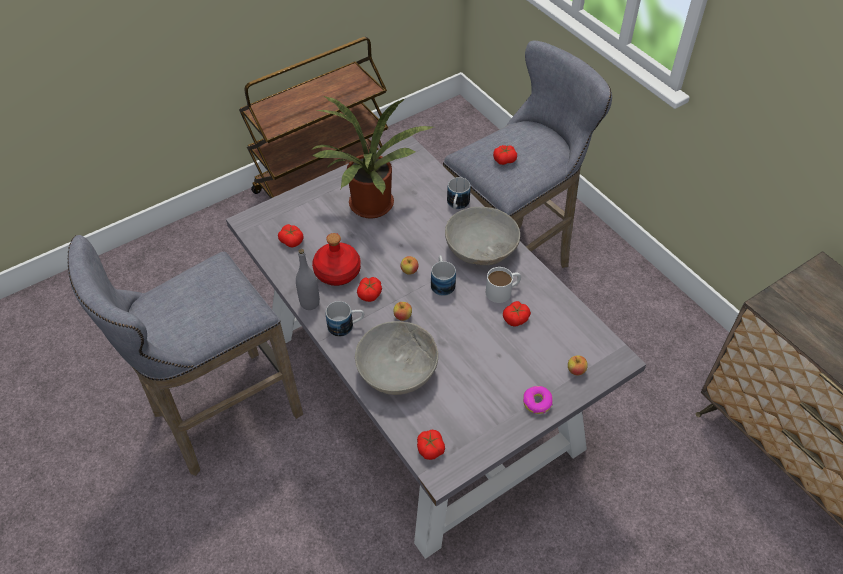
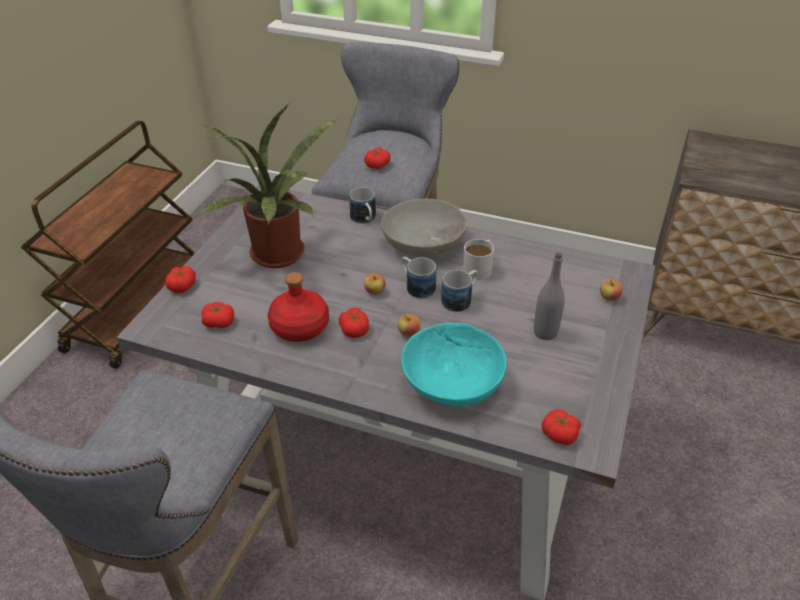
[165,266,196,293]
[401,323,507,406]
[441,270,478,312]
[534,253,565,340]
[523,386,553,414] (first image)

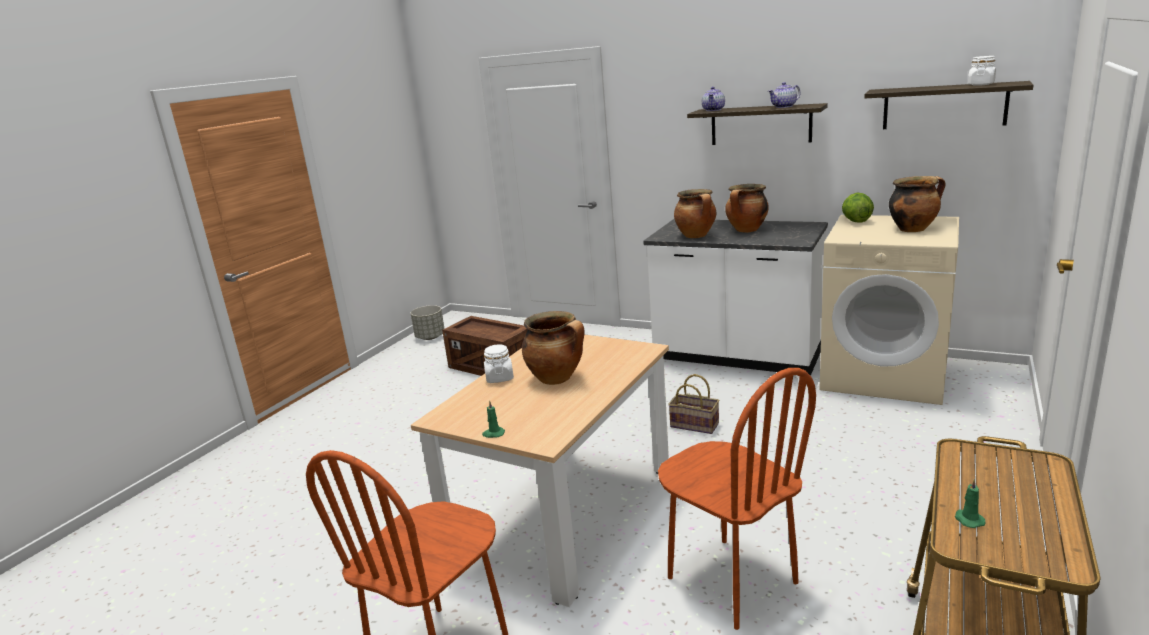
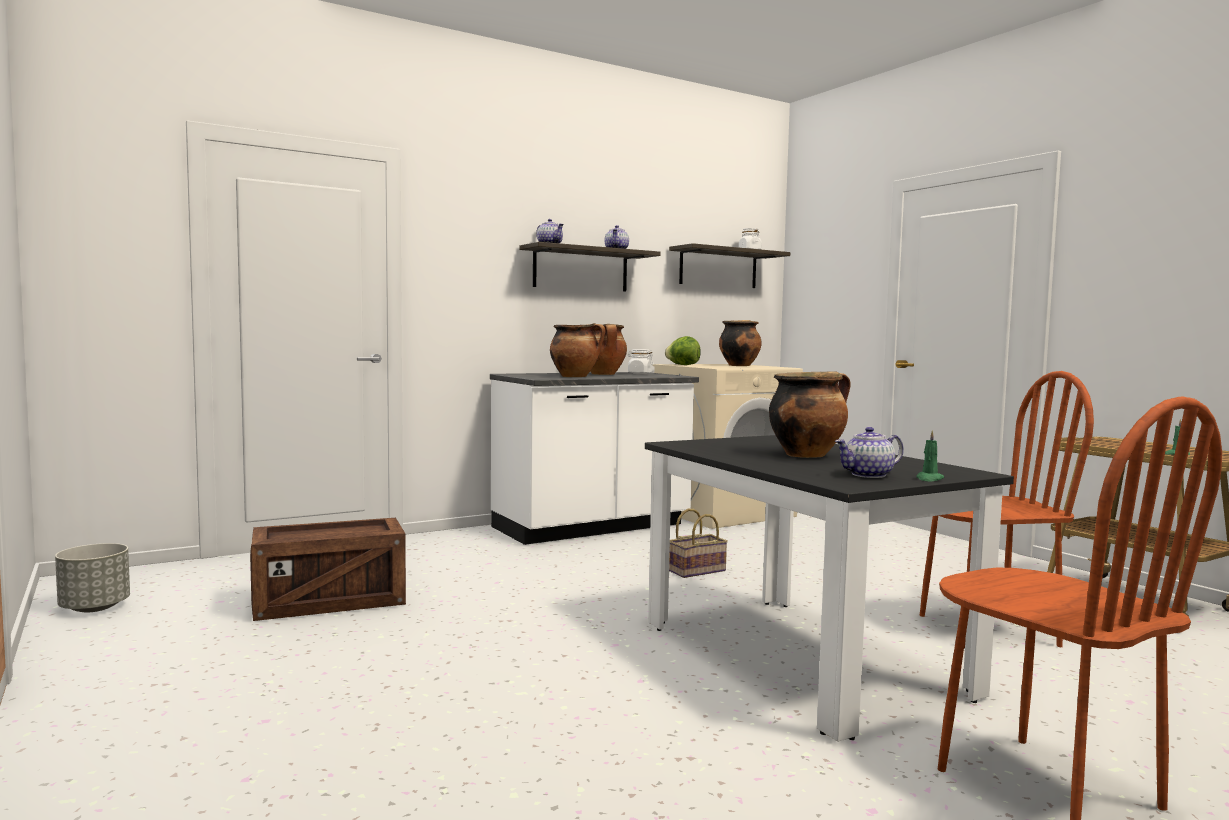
[627,349,654,374]
[645,435,1014,742]
[835,427,904,478]

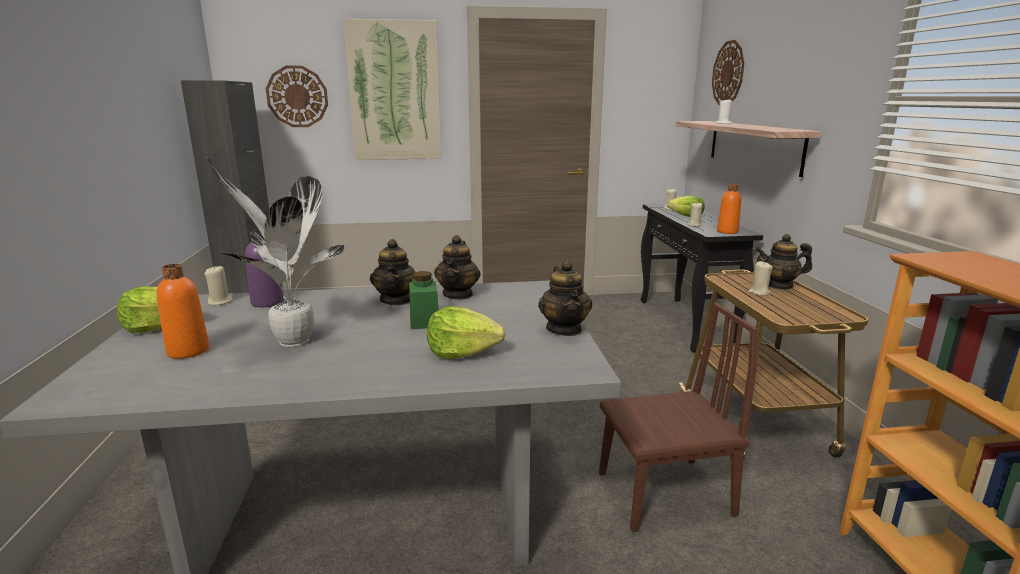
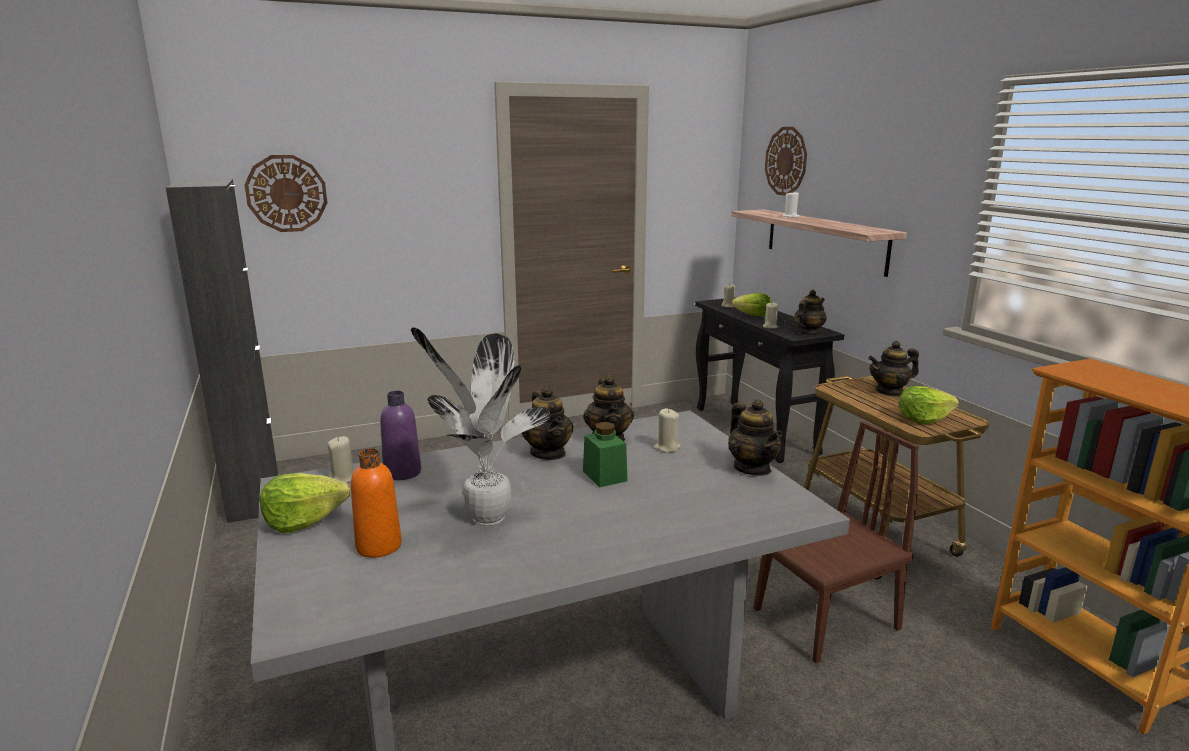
[654,409,680,453]
[795,290,827,335]
[899,386,959,424]
[343,19,442,160] (first image)

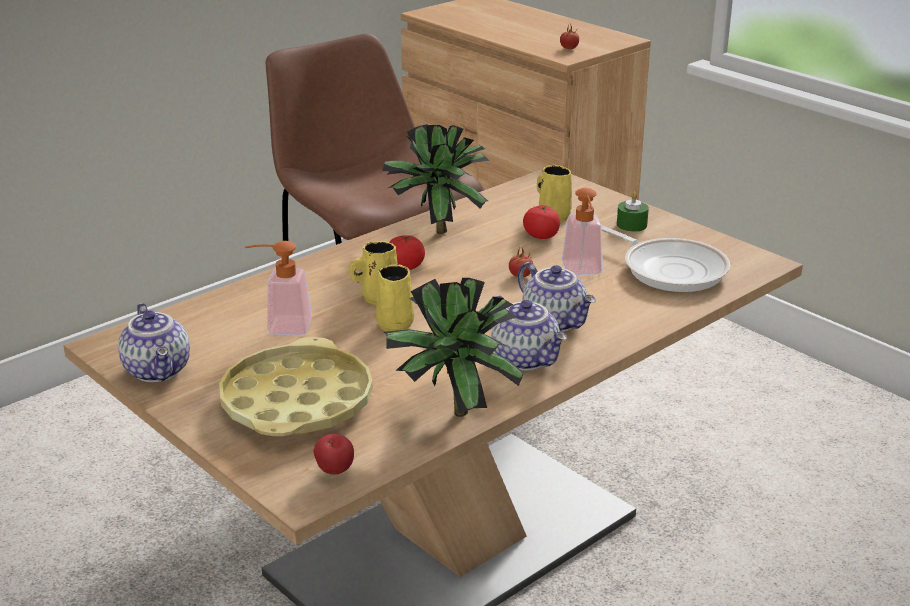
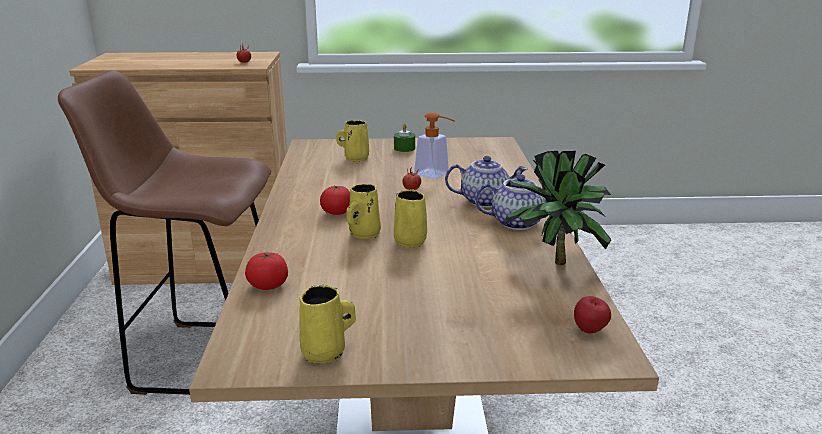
[245,252,288,290]
[299,285,356,363]
[219,337,373,436] (first image)
[245,241,312,335] (first image)
[382,124,490,234] (first image)
[601,225,730,292] (first image)

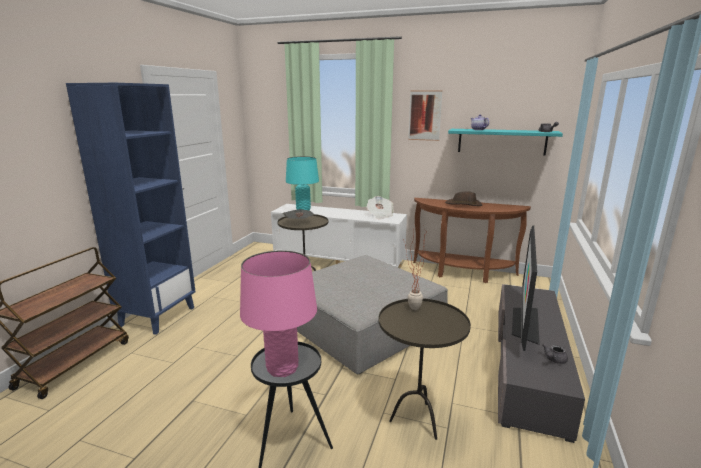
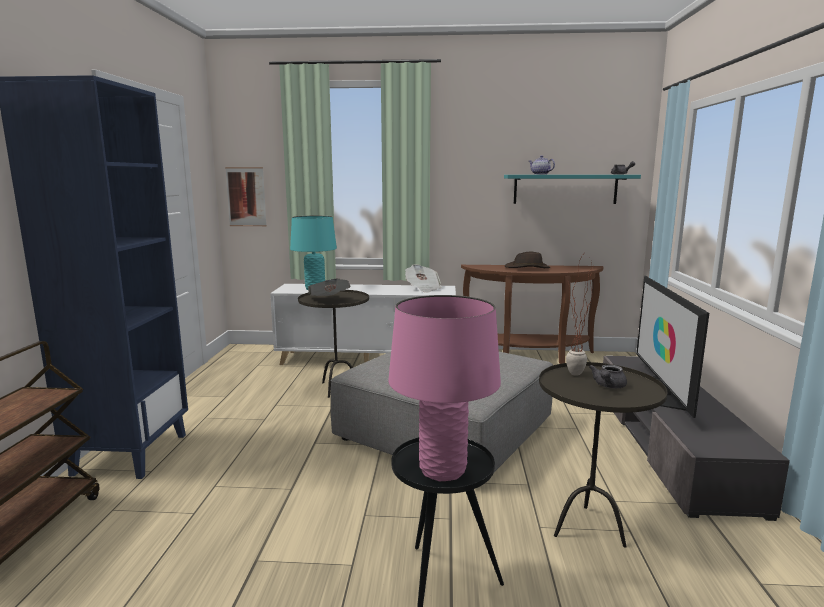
[225,167,267,226]
[589,365,627,388]

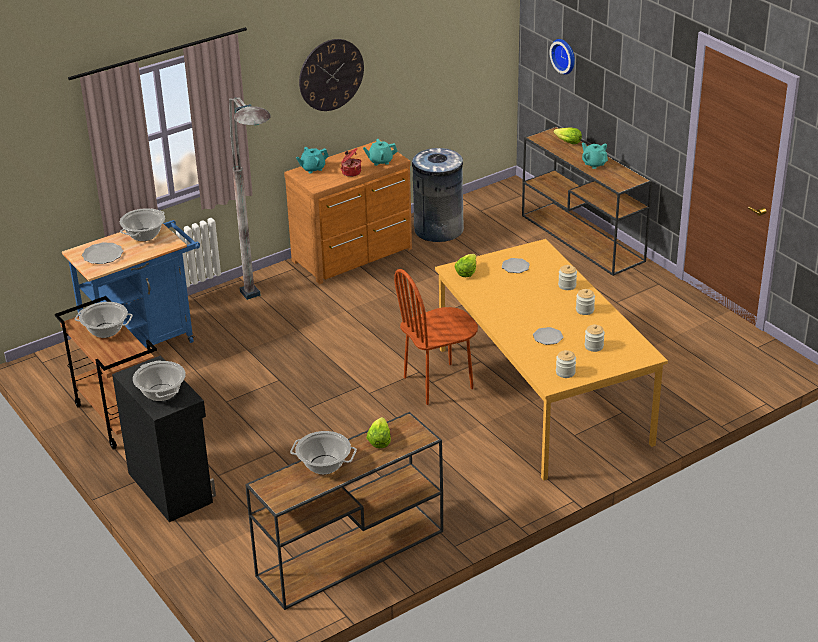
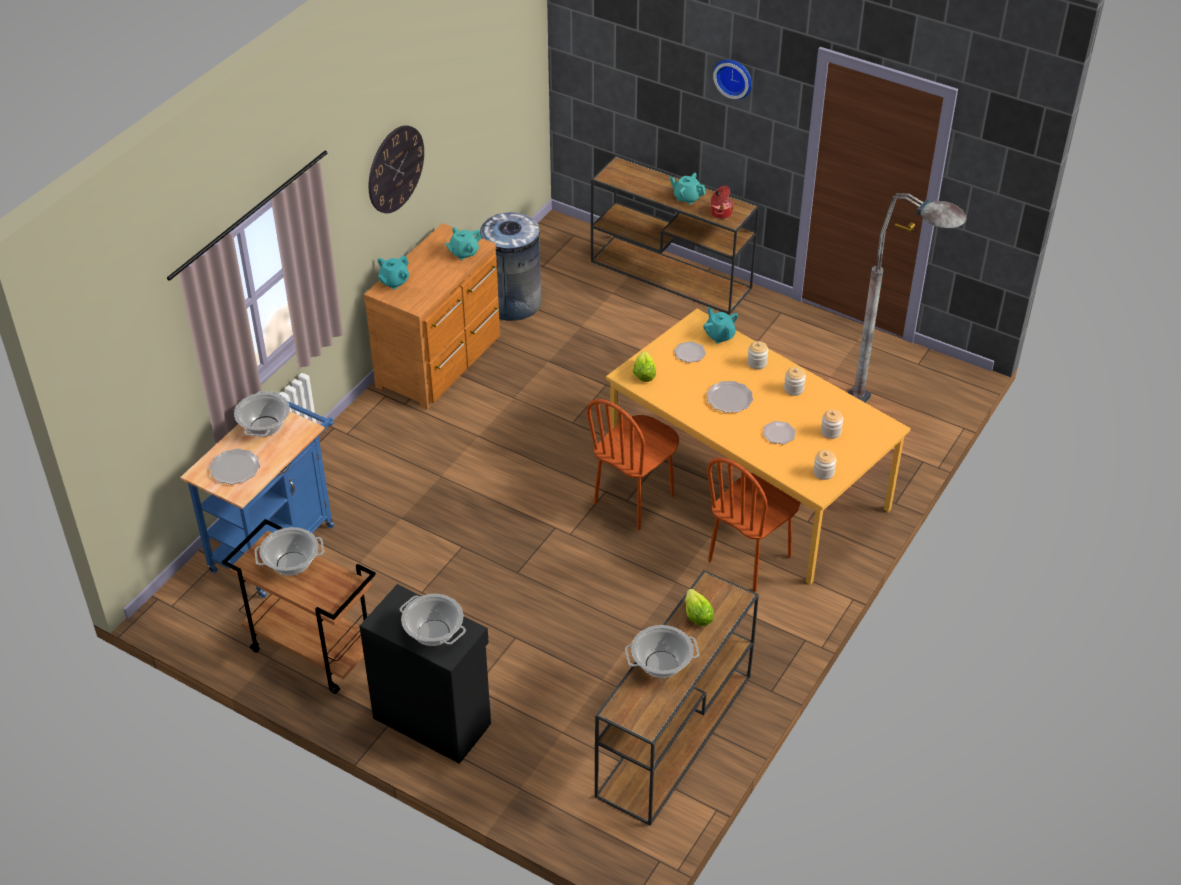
[703,307,738,344]
[706,381,753,413]
[707,457,800,592]
[711,186,733,219]
[713,59,752,99]
[848,193,966,403]
[554,127,582,144] (first image)

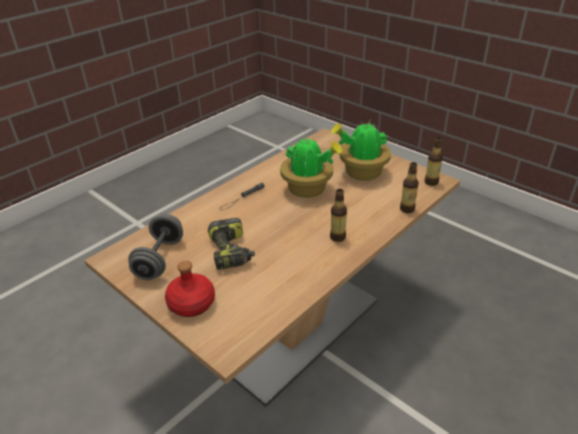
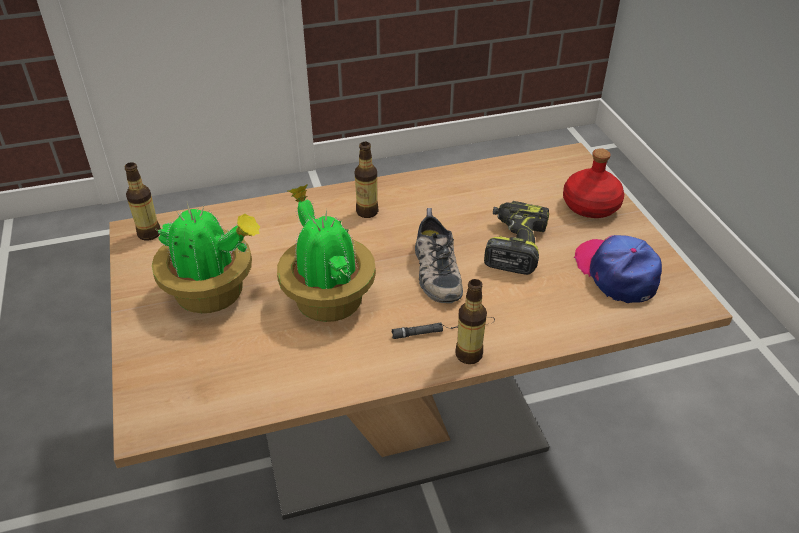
[415,208,463,303]
[456,279,487,364]
[573,235,662,303]

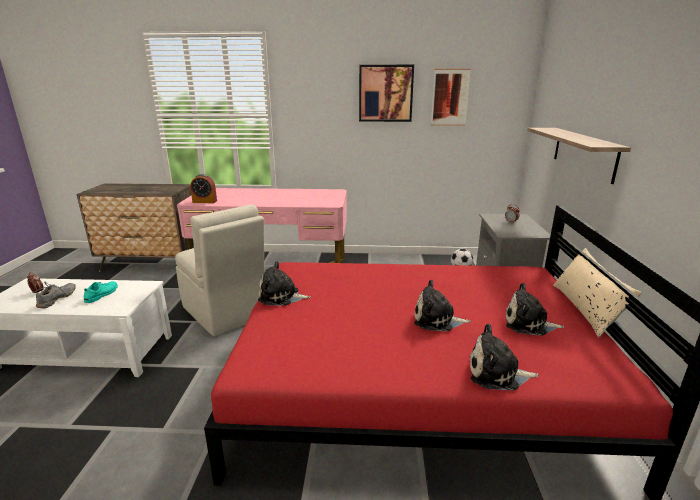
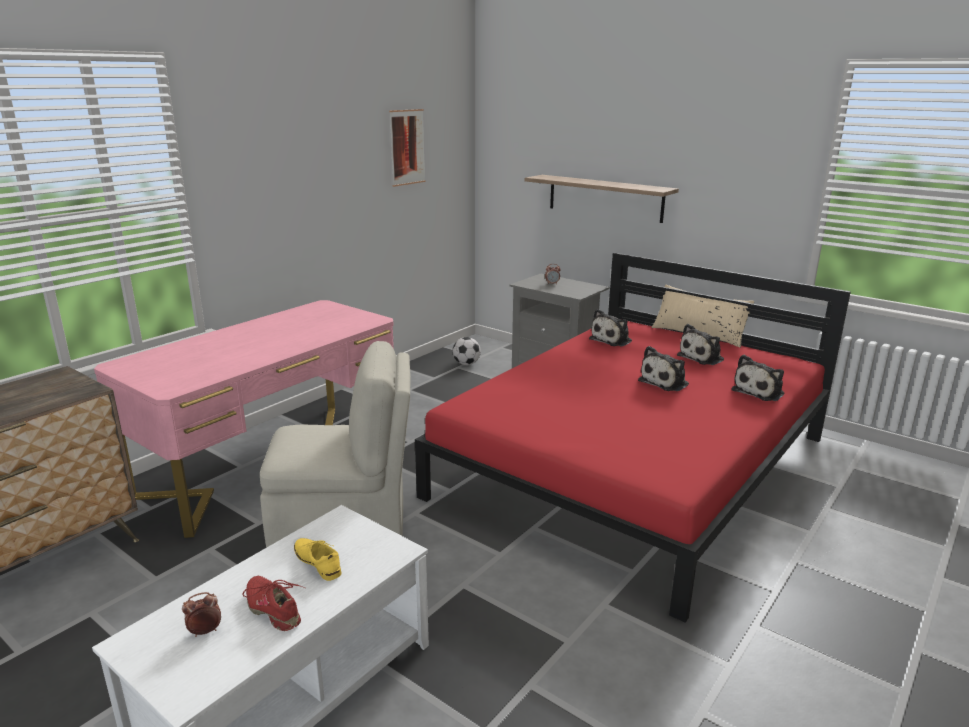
[242,576,305,631]
[294,538,341,581]
[589,309,632,346]
[190,174,217,203] (first image)
[359,65,414,122] (first image)

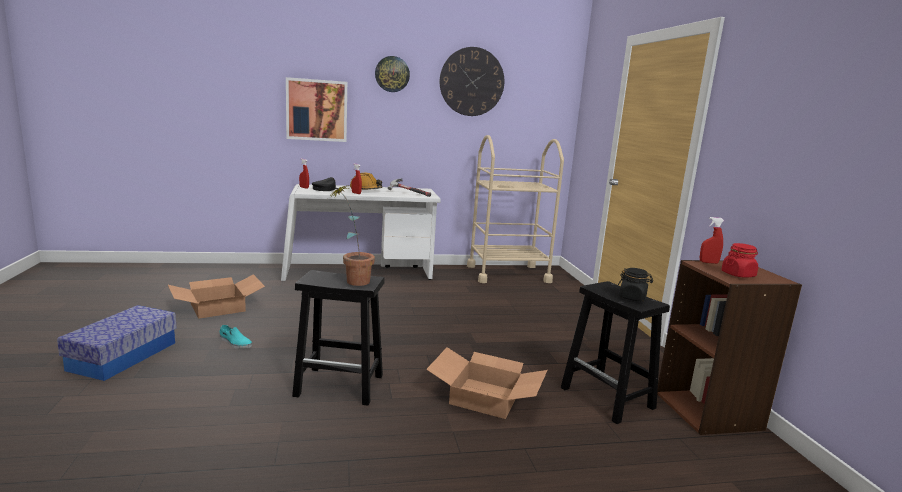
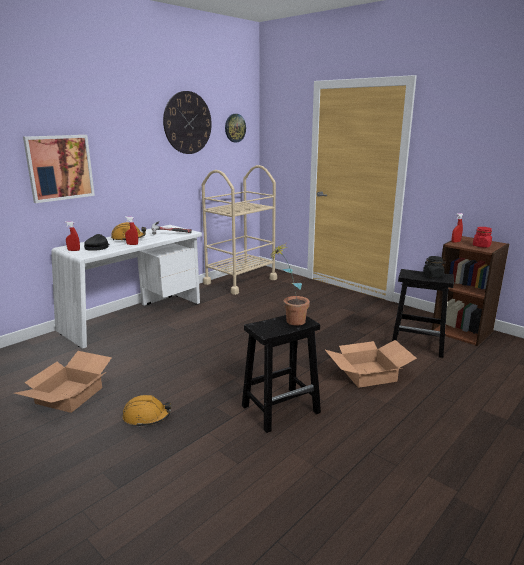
[122,395,172,427]
[225,114,246,142]
[57,305,176,381] (first image)

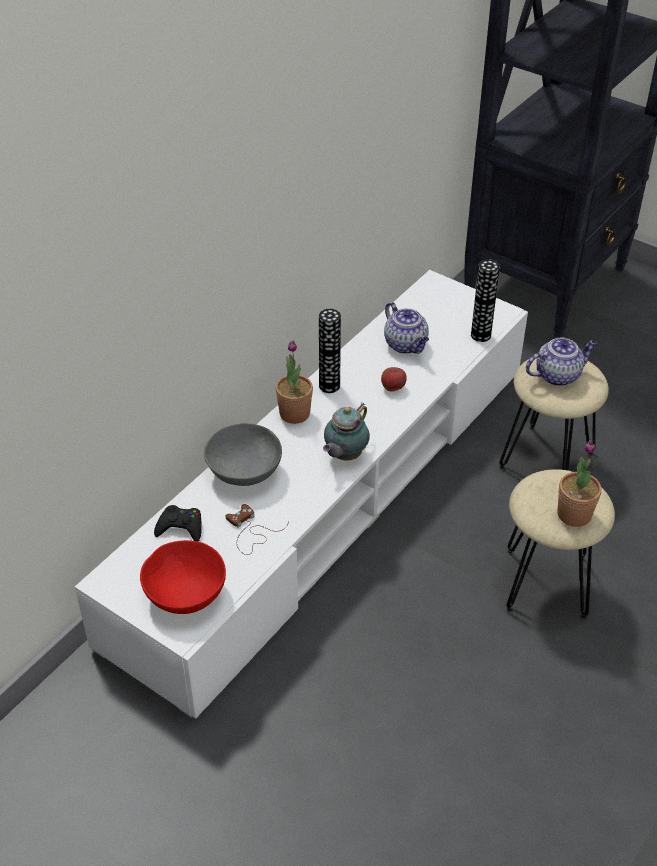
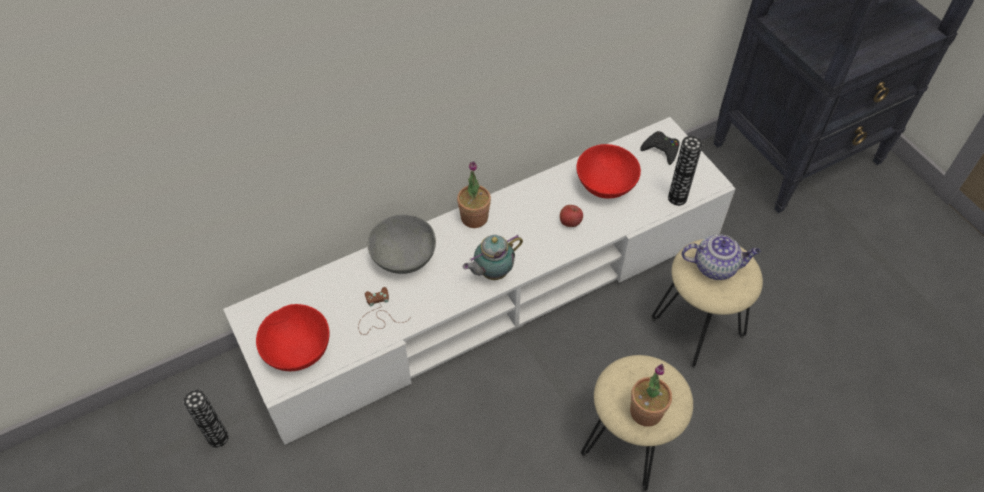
[184,390,229,448]
[576,144,641,199]
[640,131,680,165]

